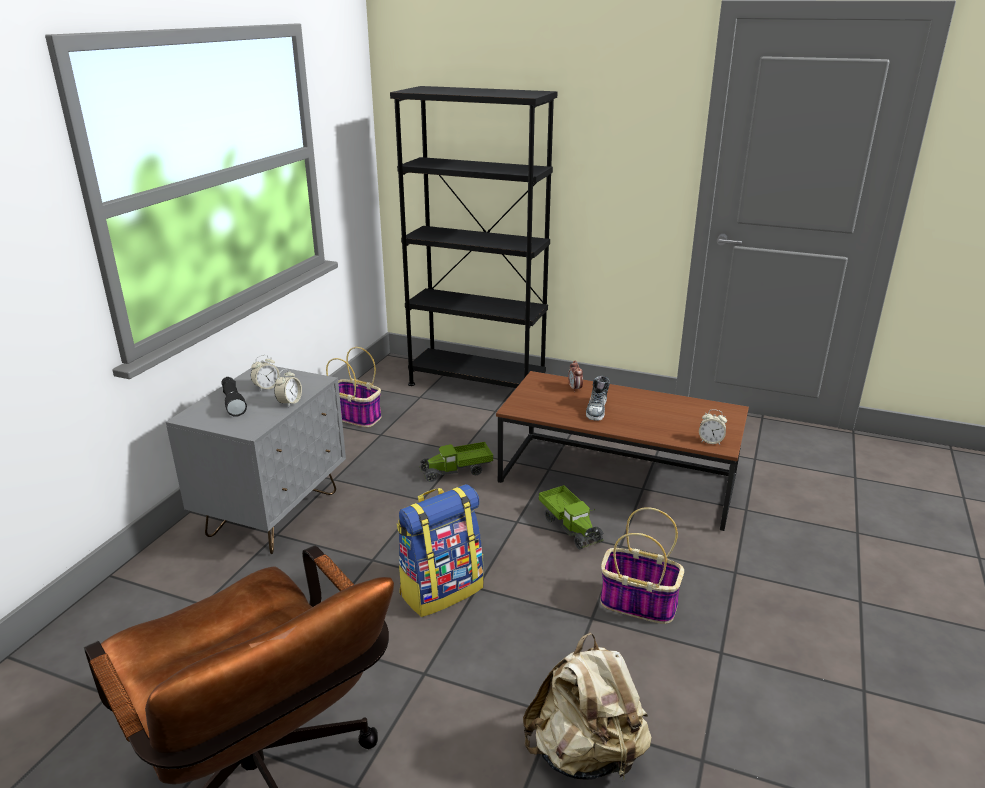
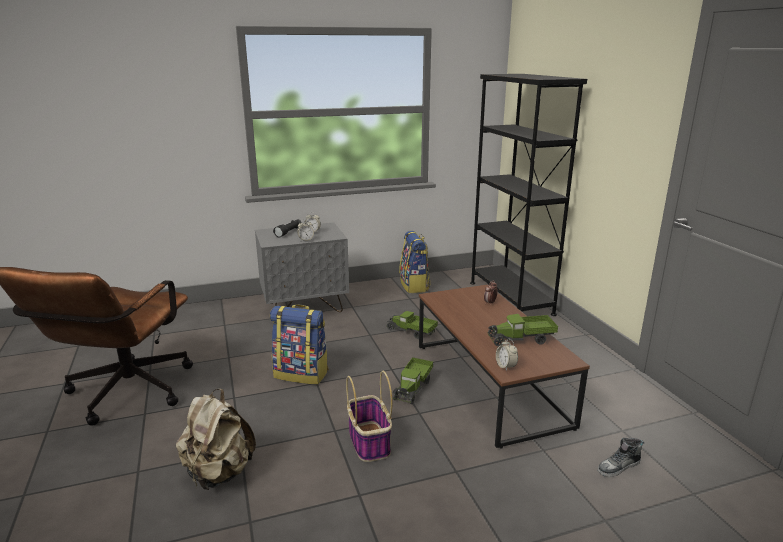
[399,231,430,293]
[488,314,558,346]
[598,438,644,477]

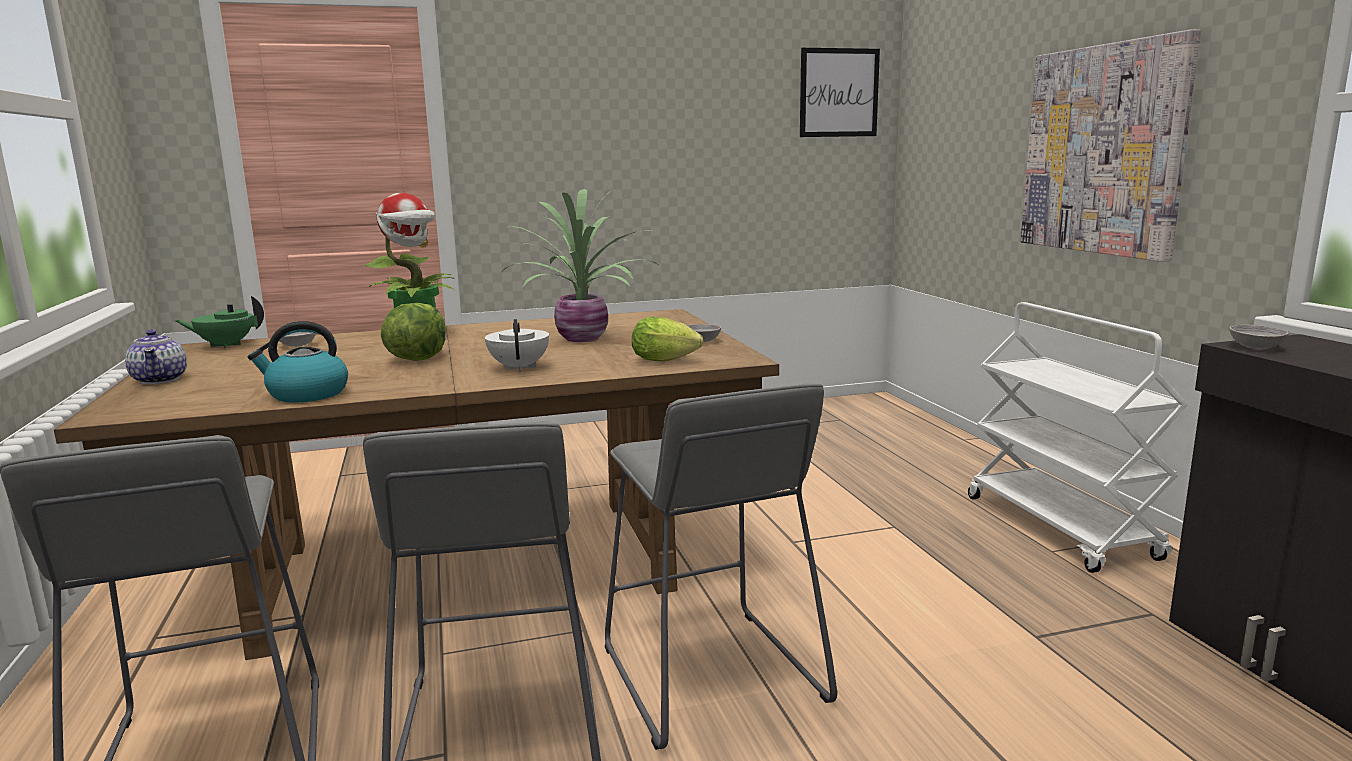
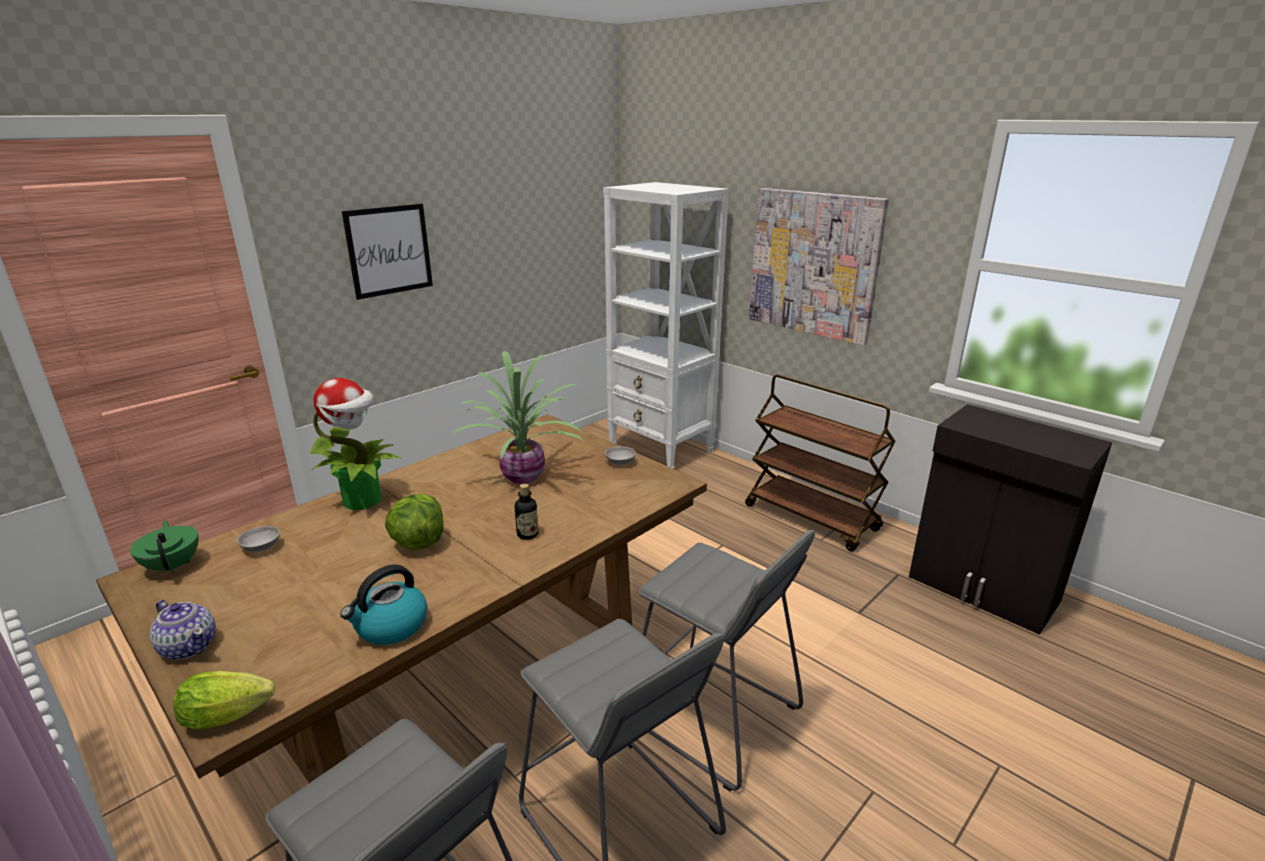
[130,520,199,574]
[173,671,275,730]
[342,204,433,300]
[515,484,538,540]
[603,182,729,468]
[745,374,896,552]
[1229,325,1289,349] (first image)

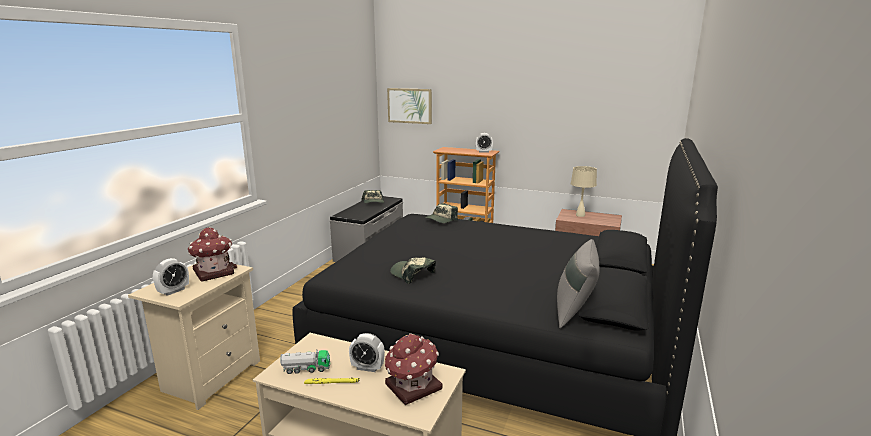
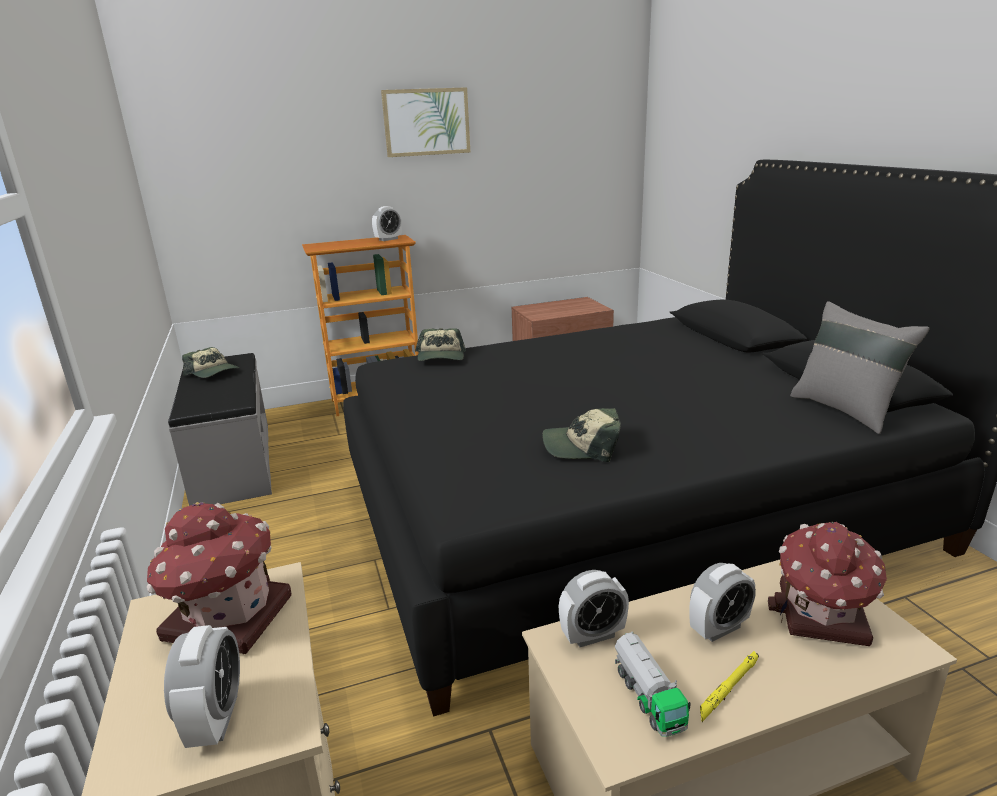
[381,87,471,157]
[559,570,629,647]
[615,632,691,737]
[571,166,597,217] (first image)

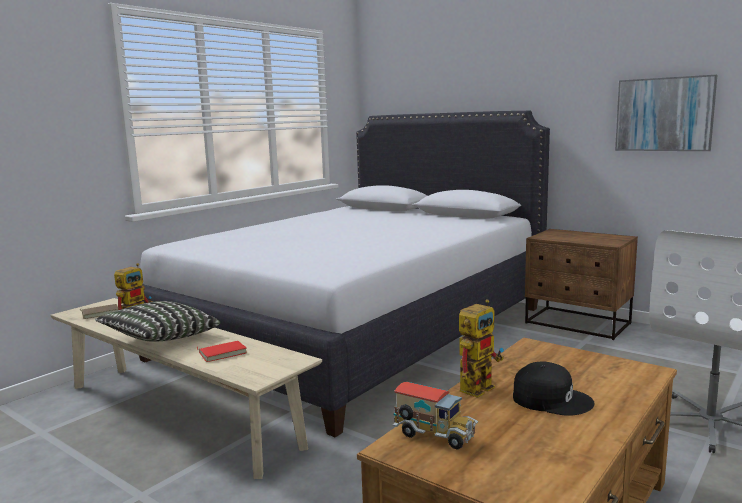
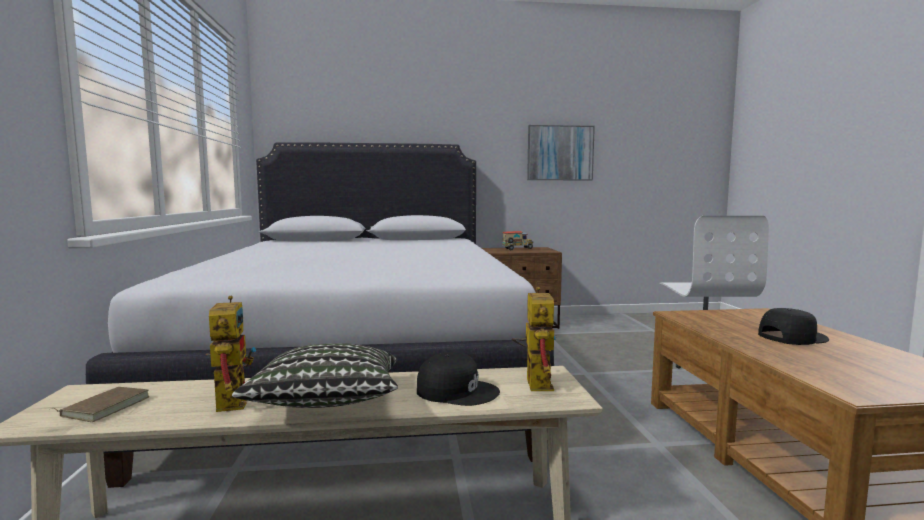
[417,352,500,406]
[502,231,533,250]
[512,287,556,391]

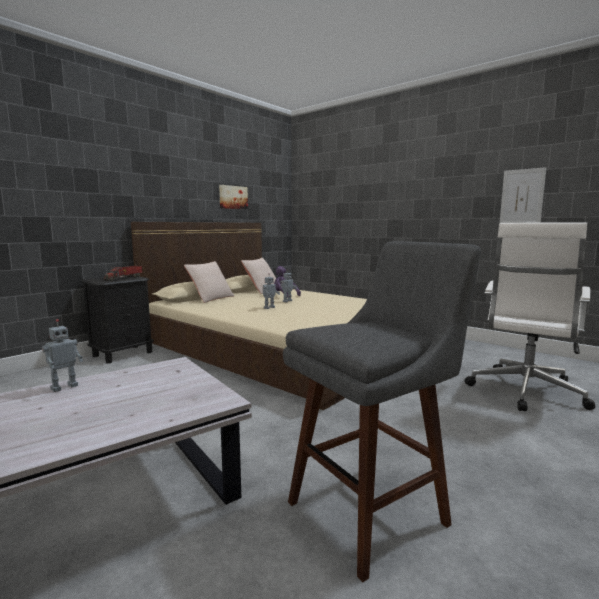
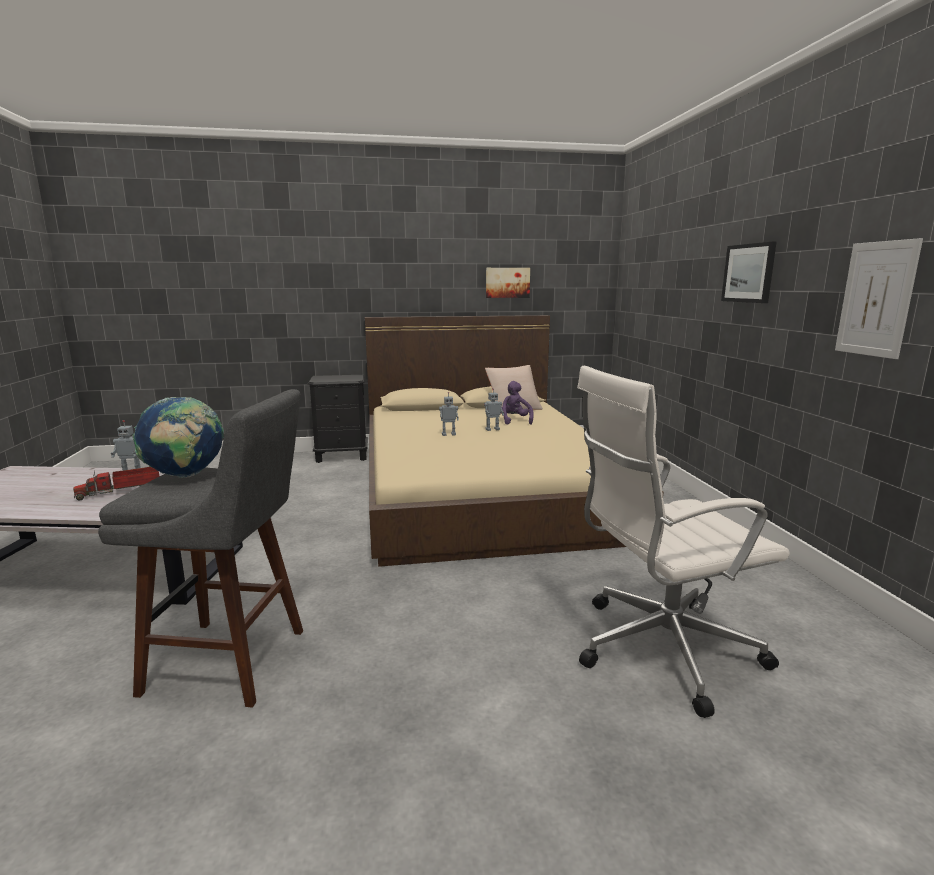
[73,467,159,500]
[133,397,224,478]
[721,242,777,303]
[184,261,234,303] (first image)

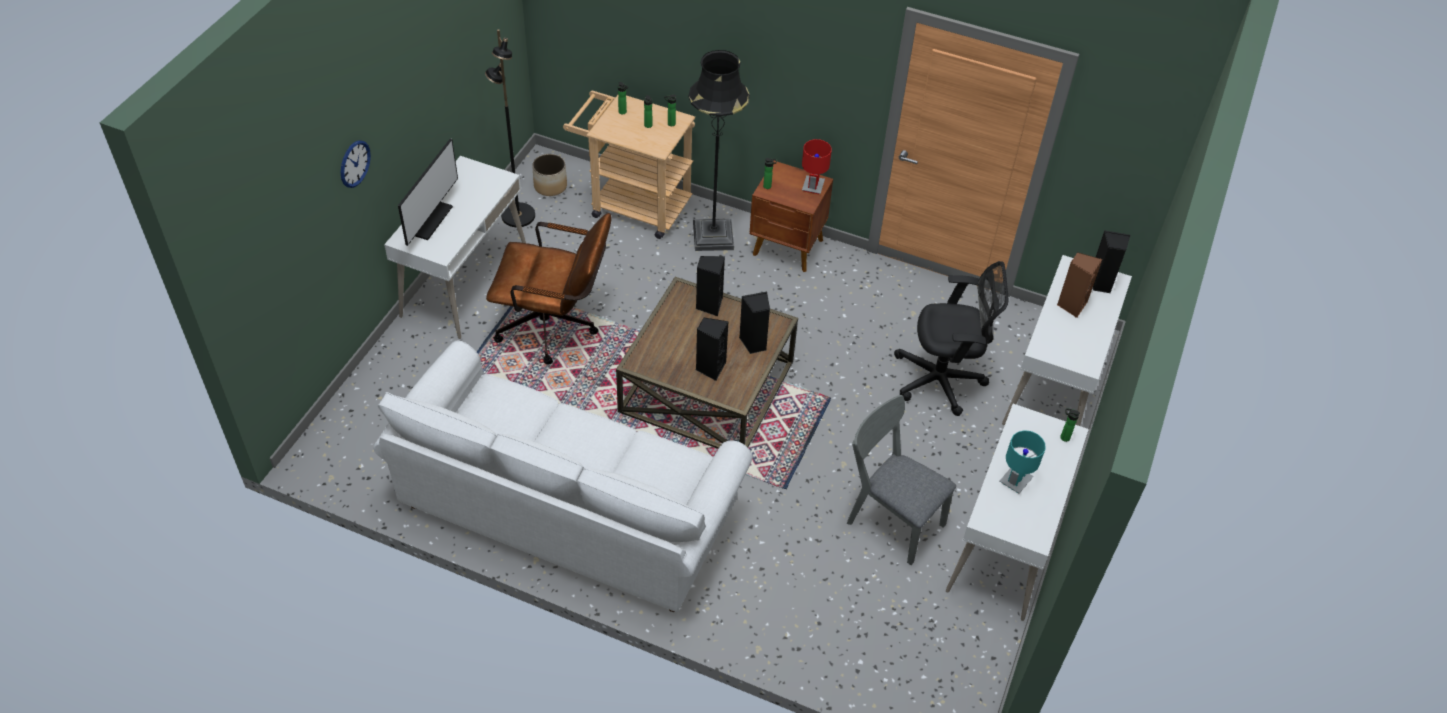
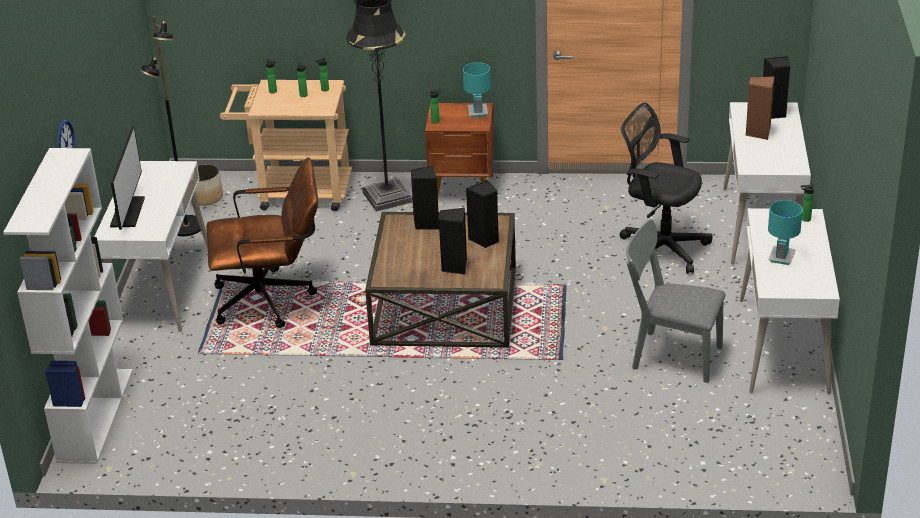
[3,148,133,464]
[463,62,491,117]
[619,103,713,274]
[373,341,753,612] (first image)

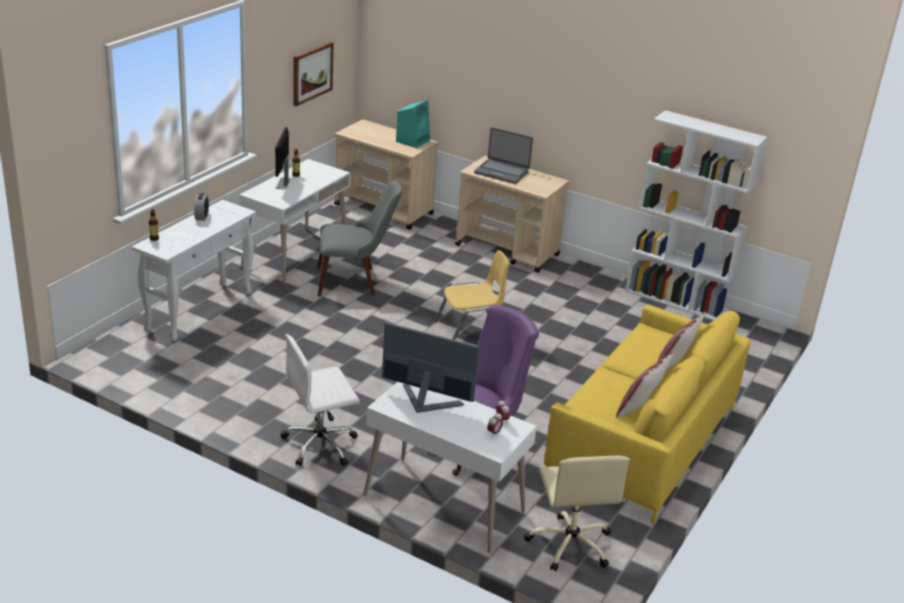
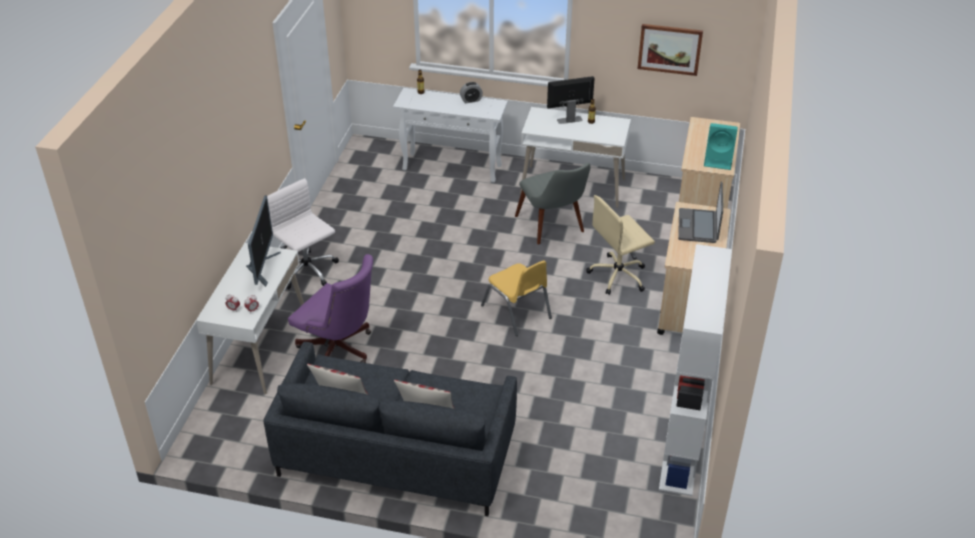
[263,342,517,516]
[586,195,655,295]

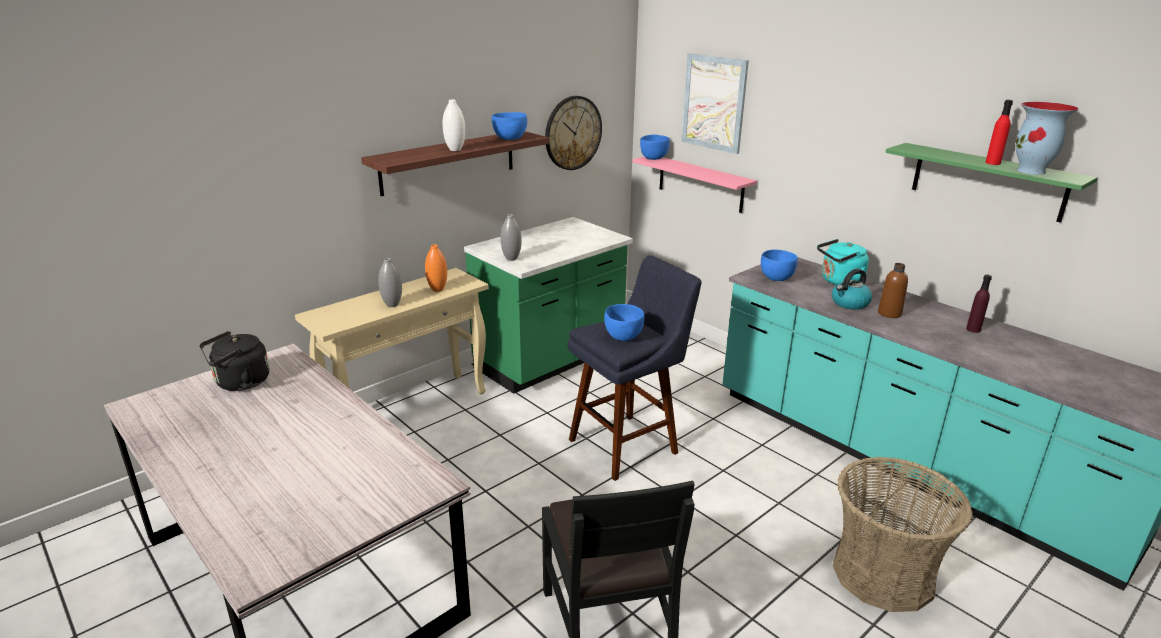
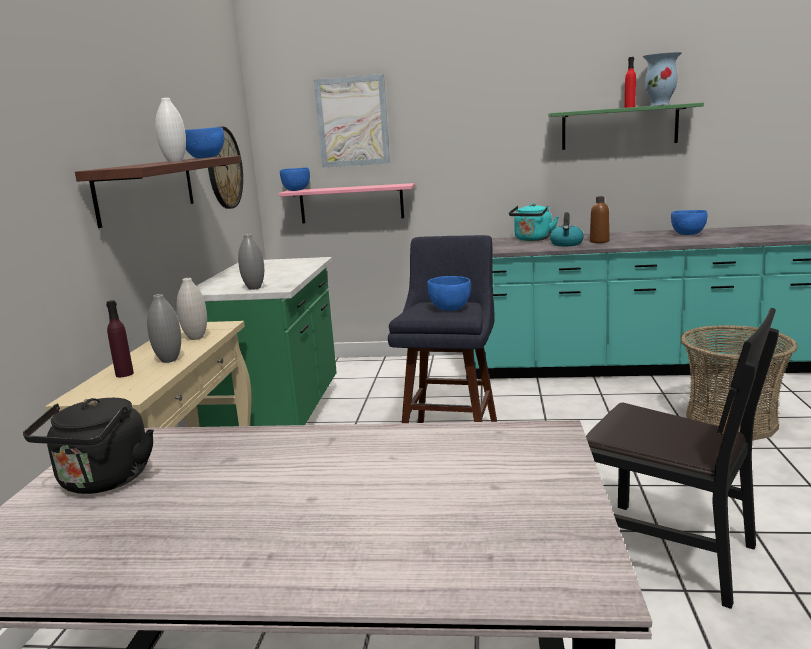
[106,300,134,377]
[177,278,207,340]
[671,210,707,235]

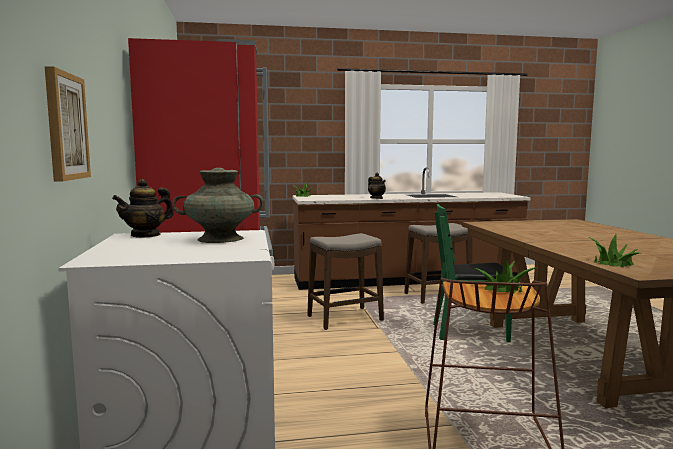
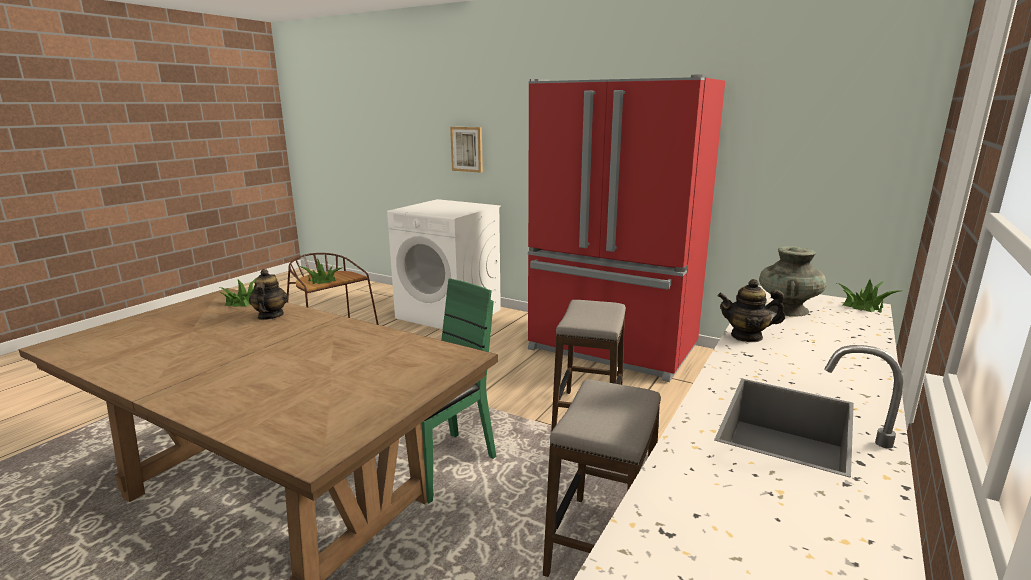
[249,269,288,320]
[759,246,827,317]

